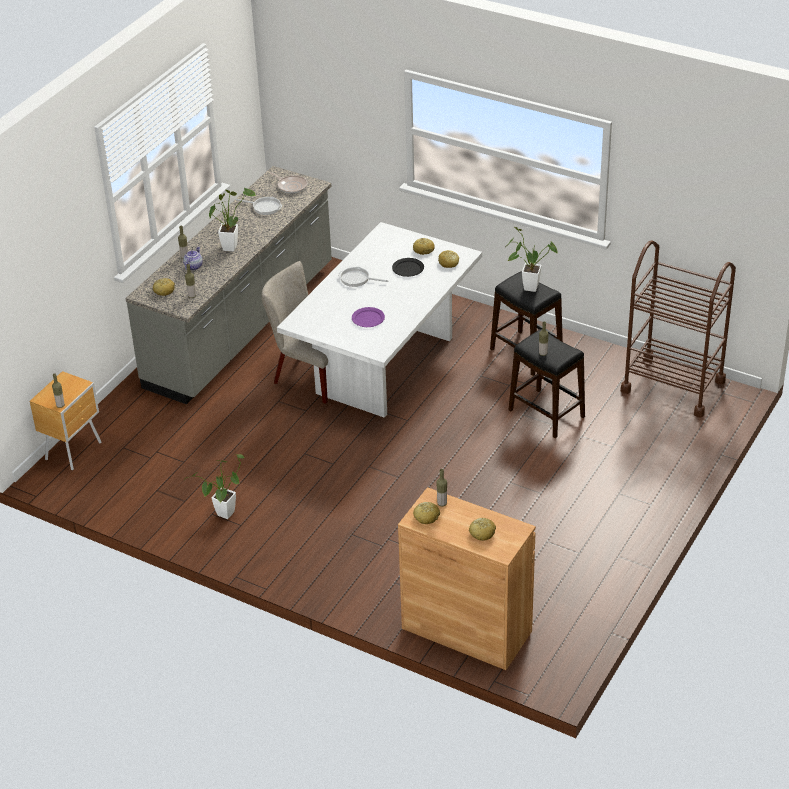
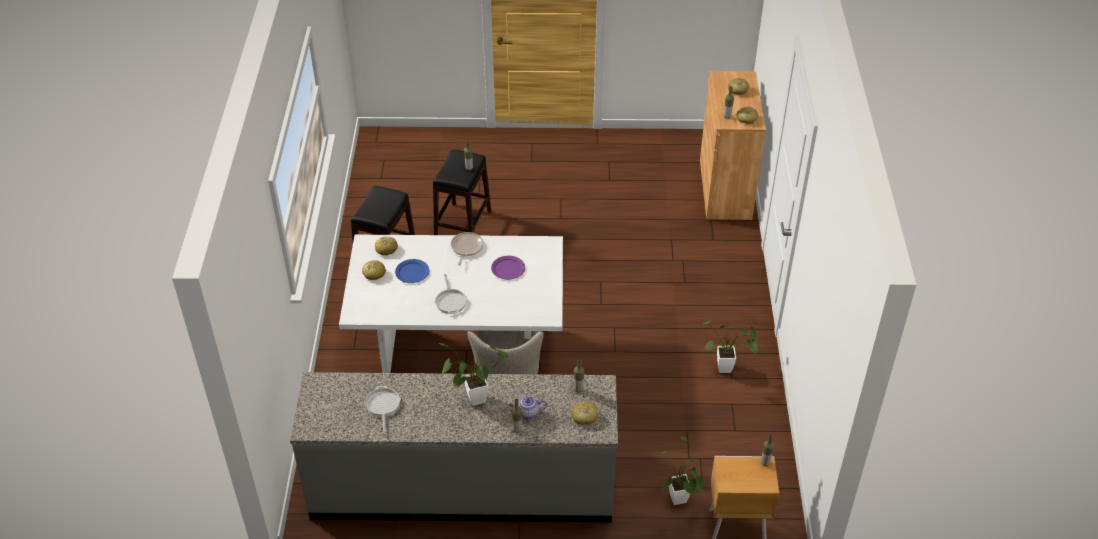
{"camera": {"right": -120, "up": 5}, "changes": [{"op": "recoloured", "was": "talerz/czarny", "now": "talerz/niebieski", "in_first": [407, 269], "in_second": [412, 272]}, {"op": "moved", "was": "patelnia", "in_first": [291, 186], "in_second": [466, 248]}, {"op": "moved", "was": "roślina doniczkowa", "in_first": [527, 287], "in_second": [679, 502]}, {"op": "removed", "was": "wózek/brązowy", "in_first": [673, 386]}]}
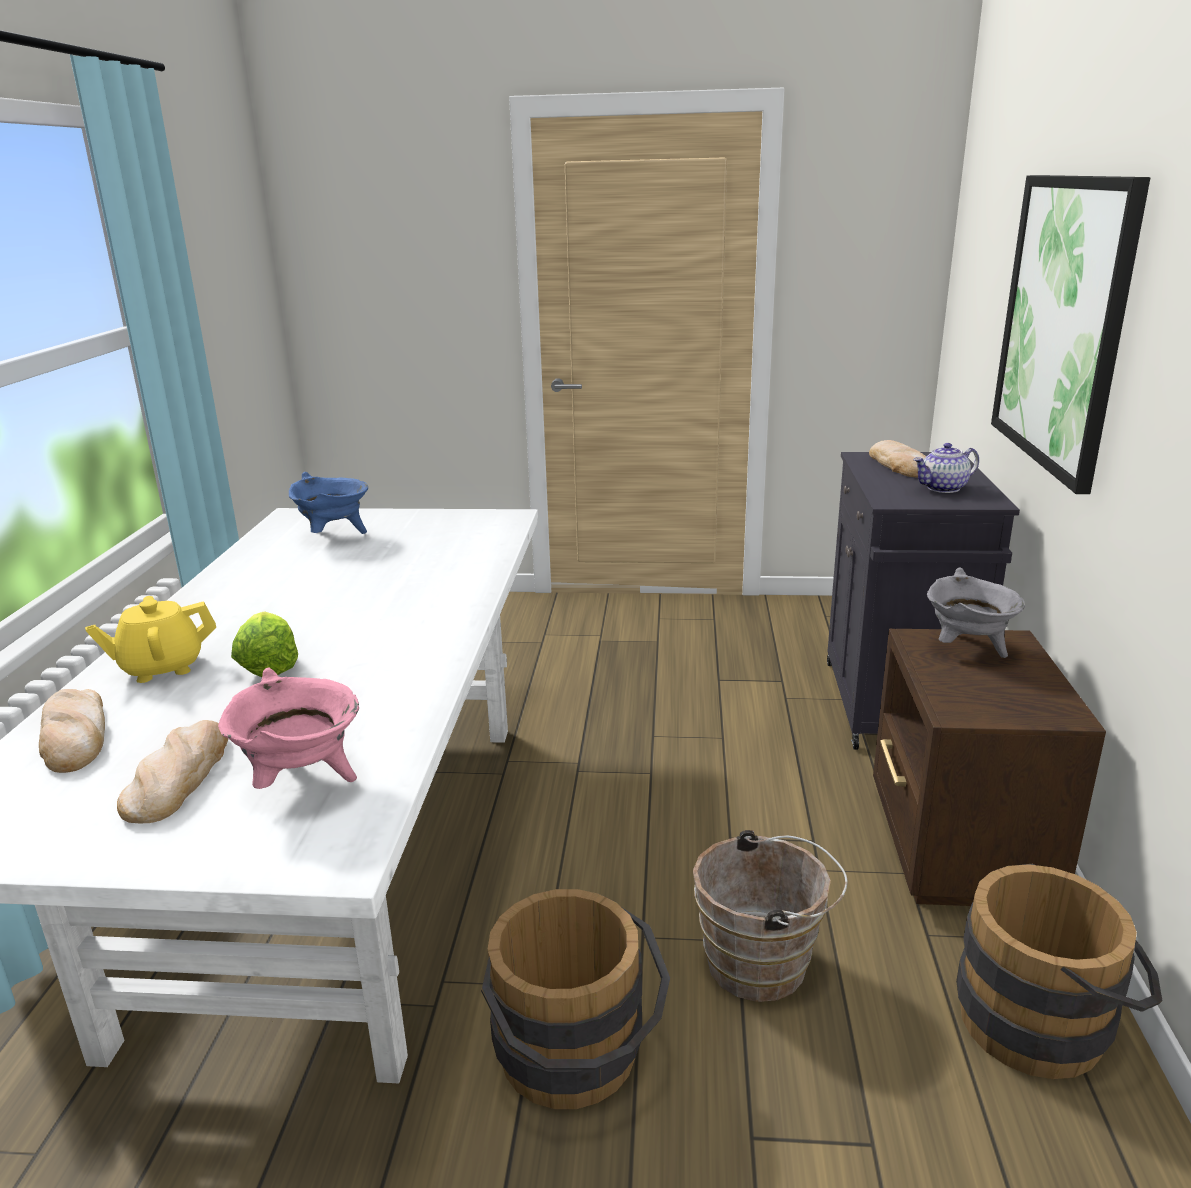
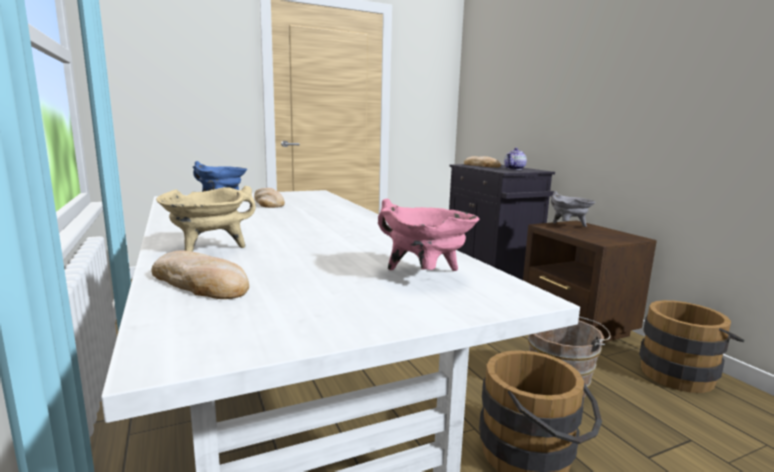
{"camera": {"right": -30, "up": -10}, "changes": [{"op": "replaced", "was": "imbryk/żółty", "now": "garnek/beżowy", "in_first": [161, 667], "in_second": [208, 250]}, {"op": "moved", "was": "chleb", "in_first": [178, 776], "in_second": [268, 202]}, {"op": "removed", "was": "sałata", "in_first": [268, 665]}, {"op": "removed", "was": "obraz", "in_first": [1063, 323]}]}
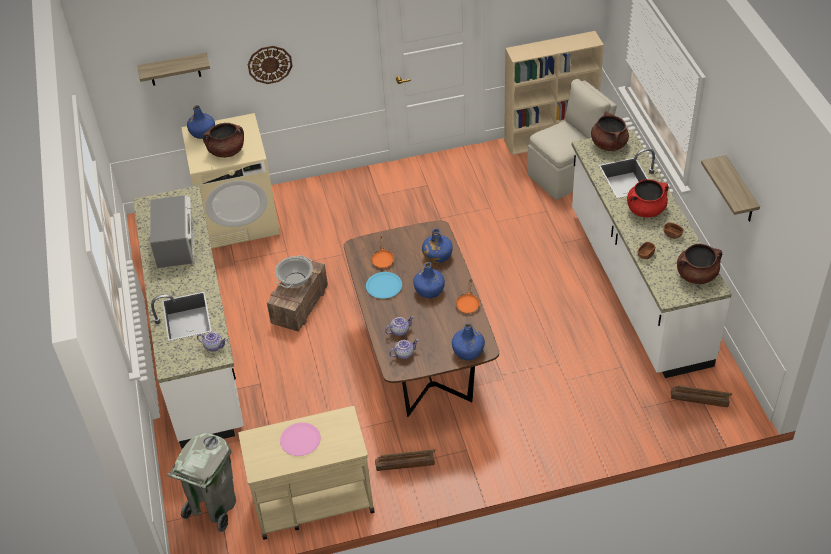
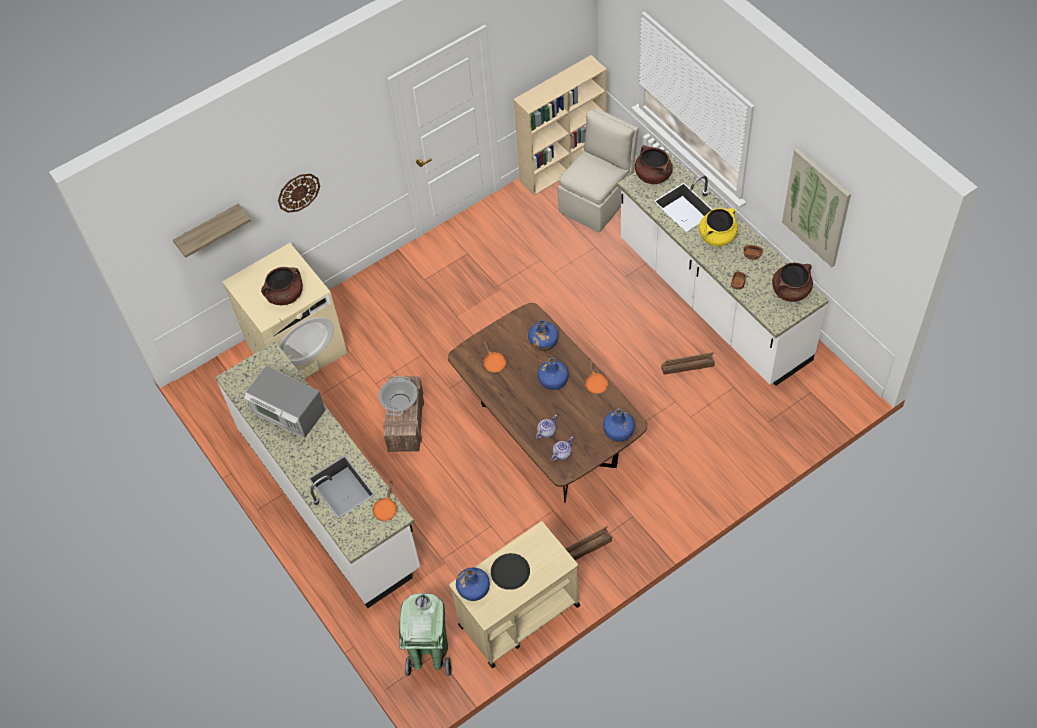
{"camera": {"right": -20, "up": 10}, "changes": [{"op": "turned", "was": "mikrofalówka", "in_first": [176, 243], "in_second": [288, 412], "clockwise": 150}, {"op": "replaced", "was": "imbryk", "now": "patelnia/pomarańczowy", "in_first": [214, 346], "in_second": [386, 508]}, {"op": "recoloured", "was": "kosz na śmieci/szary", "now": "kosz na śmieci/zielony", "in_first": [213, 508], "in_second": [429, 655]}, {"op": "moved", "was": "butelka/niebieski", "in_first": [203, 132], "in_second": [473, 588]}, {"op": "recoloured", "was": "talerz/różowy", "now": "talerz/czarny", "in_first": [300, 440], "in_second": [510, 572]}, {"op": "moved", "was": "skrzynka", "in_first": [699, 399], "in_second": [687, 366]}, {"op": "recoloured", "was": "garnek/czerwony", "now": "garnek/żółty", "in_first": [646, 209], "in_second": [717, 236]}, {"op": "replaced", "was": "półka", "now": "obraz", "in_first": [740, 191], "in_second": [816, 207]}, {"op": "removed", "was": "talerz/niebieski", "in_first": [384, 286]}]}
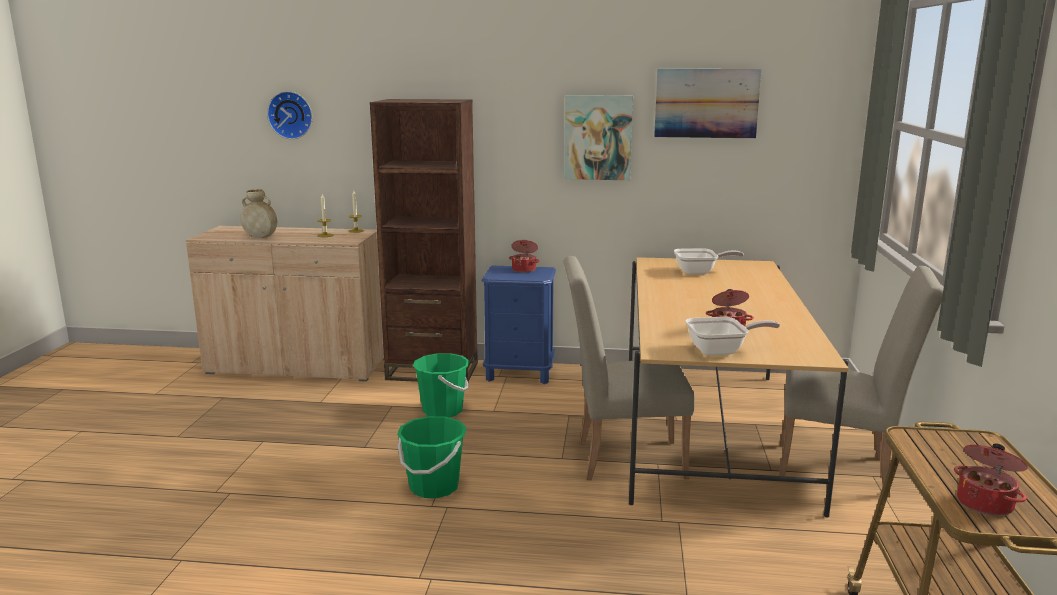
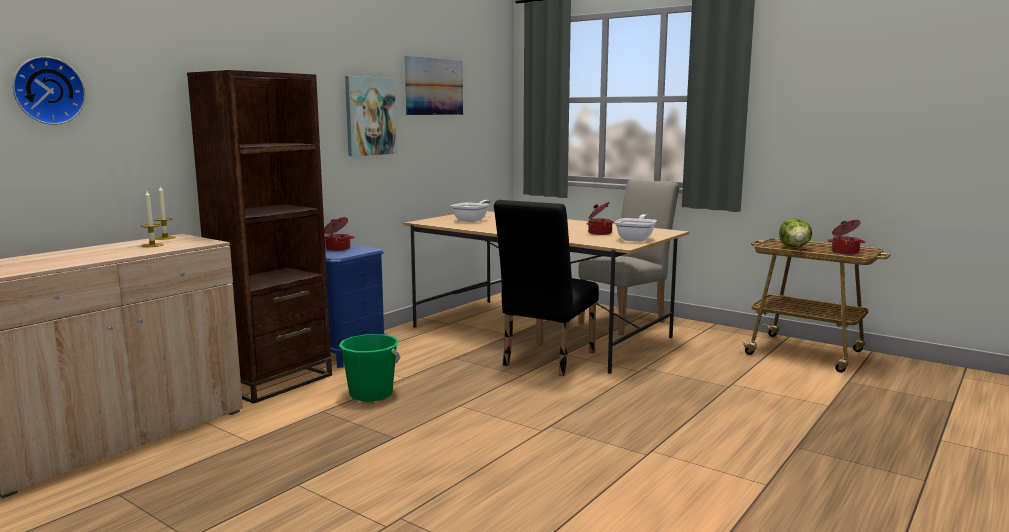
{"camera": {"right": -60, "up": -5}, "changes": [{"op": "recoloured", "was": "krzesło/beżowy", "now": "krzesło/czarny", "in_first": [621, 459], "in_second": [545, 360]}, {"op": "added", "now": "sałata", "in_second": [794, 247]}, {"op": "removed", "was": "wazon/beżowy", "in_first": [261, 238]}, {"op": "removed", "was": "wiadro/zielony", "in_first": [434, 487]}]}
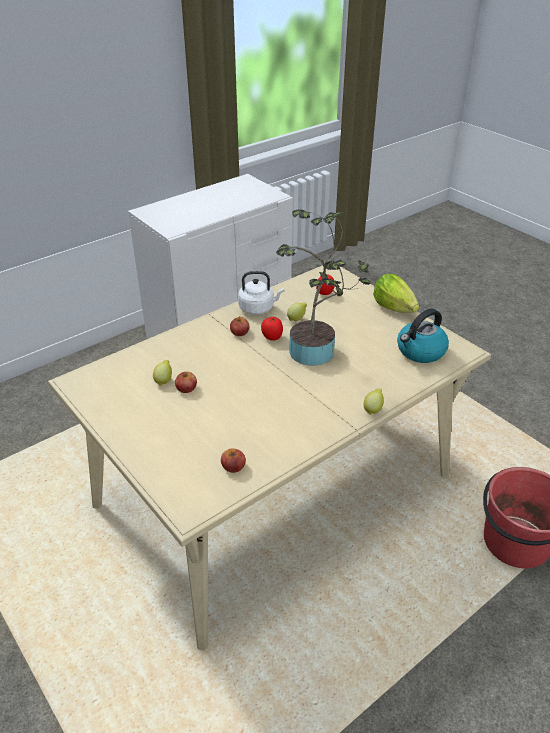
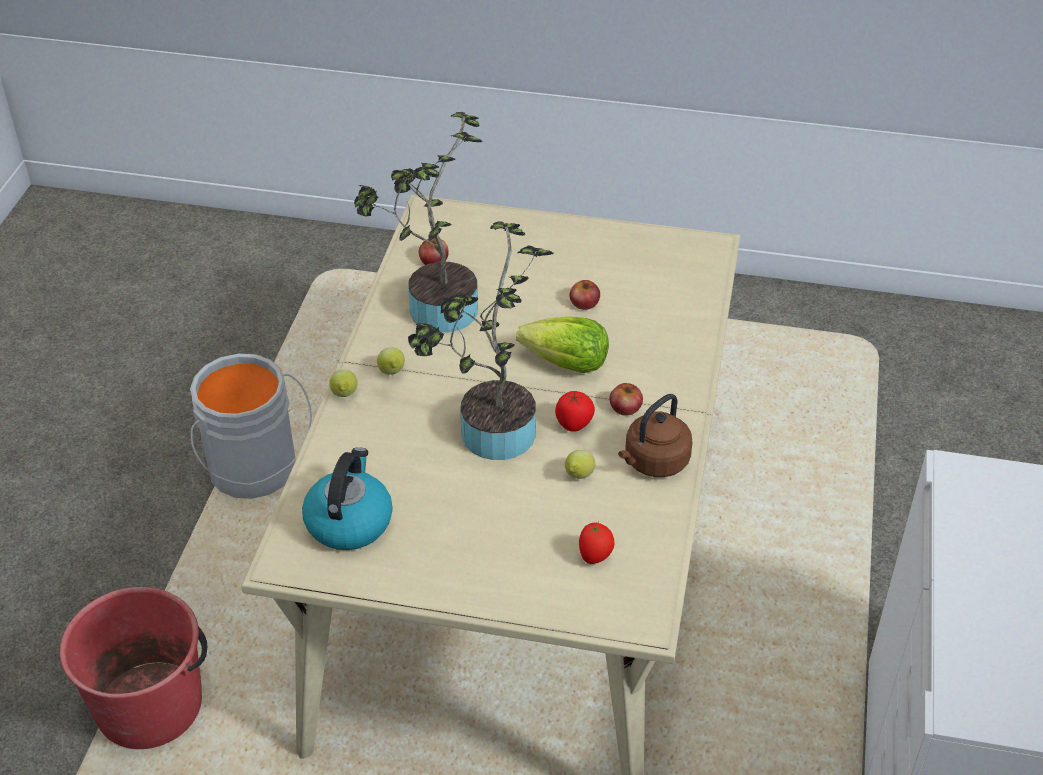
{"camera": {"right": 140, "up": 5}, "changes": [{"op": "added", "now": "wiadro/szary", "in_second": [255, 471]}, {"op": "added", "now": "roślina doniczkowa", "in_second": [435, 311]}, {"op": "moved", "was": "cytryna", "in_first": [164, 380], "in_second": [392, 373]}, {"op": "moved", "was": "sałata", "in_first": [394, 307], "in_second": [567, 364]}, {"op": "recoloured", "was": "czajnik/biały", "now": "czajnik/brązowy", "in_first": [258, 308], "in_second": [654, 462]}]}
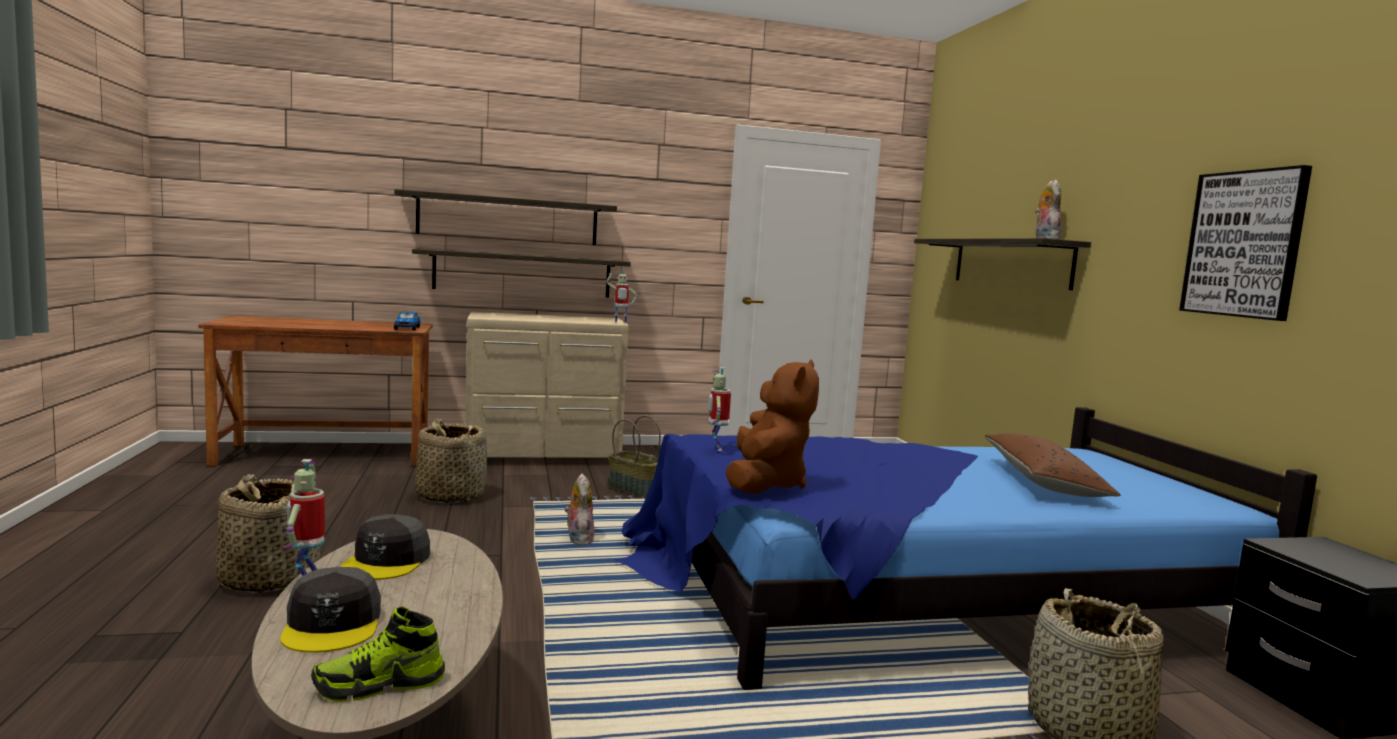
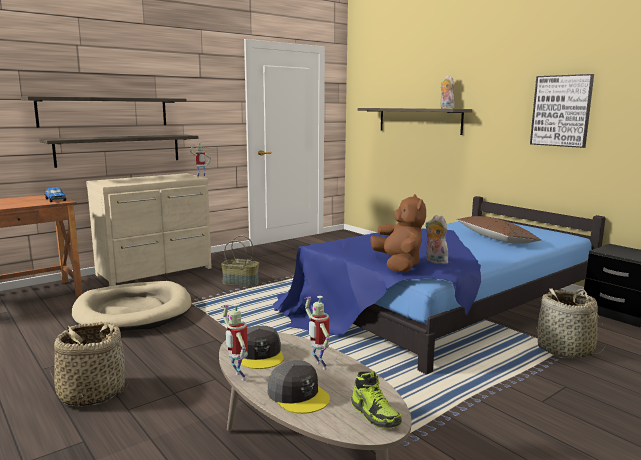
{"camera": {"right": -25, "up": 5}, "changes": [{"op": "replaced", "was": "koszyk", "now": "legowisko/beżowy", "in_first": [450, 496], "in_second": [133, 311]}, {"op": "moved", "was": "robot zabawkowy", "in_first": [716, 448], "in_second": [318, 366]}, {"op": "turned", "was": "but", "in_first": [380, 685], "in_second": [375, 415], "clockwise": -75}, {"op": "moved", "was": "pluszak", "in_first": [578, 539], "in_second": [434, 261]}]}
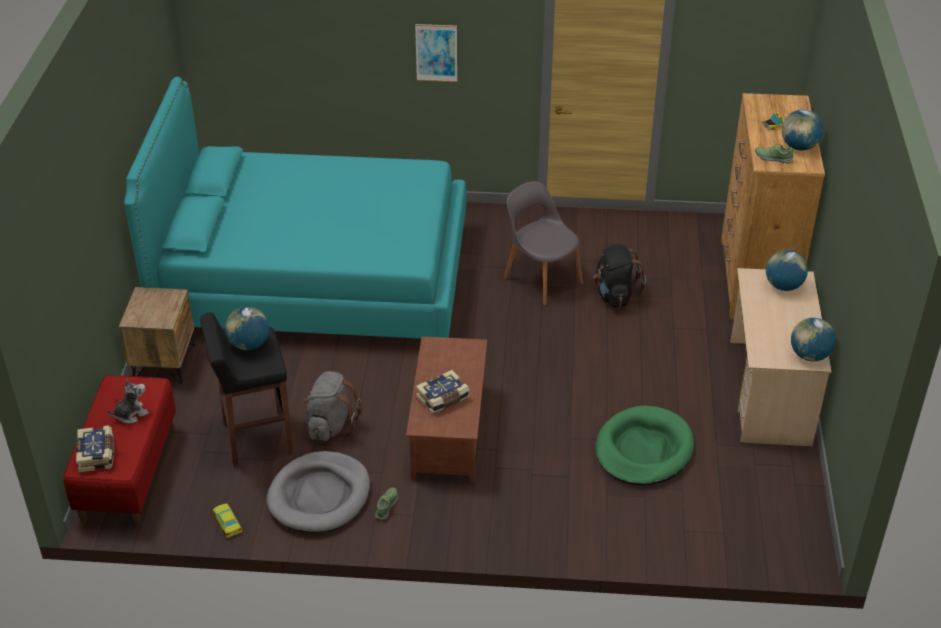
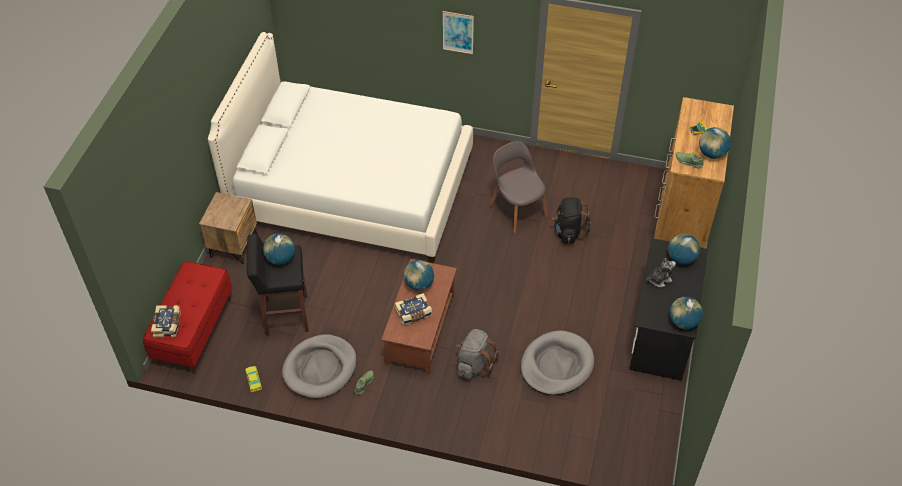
{"camera": {"right": 10, "up": 10}, "changes": [{"op": "recoloured", "was": "łóżko/turkusowy", "now": "łóżko/biały", "in_first": [314, 278], "in_second": [352, 188]}, {"op": "added", "now": "globus", "in_second": [419, 284]}, {"op": "moved", "was": "plecak/szary", "in_first": [331, 426], "in_second": [474, 365]}, {"op": "recoloured", "was": "legowisko/zielony", "now": "legowisko/szary", "in_first": [643, 450], "in_second": [556, 365]}, {"op": "recoloured", "was": "biurko/beżowy", "now": "biurko/czarny", "in_first": [769, 392], "in_second": [662, 330]}, {"op": "moved", "was": "pluszak", "in_first": [131, 414], "in_second": [659, 279]}]}
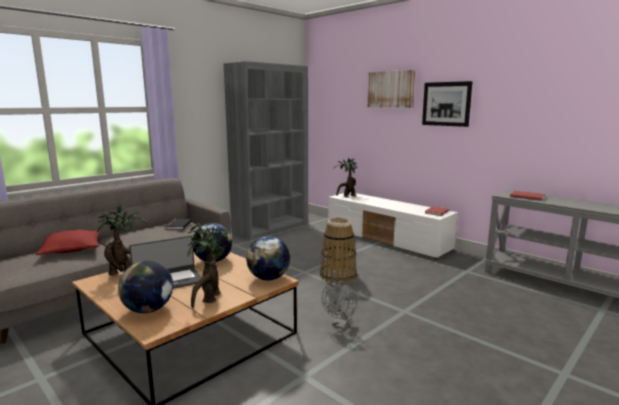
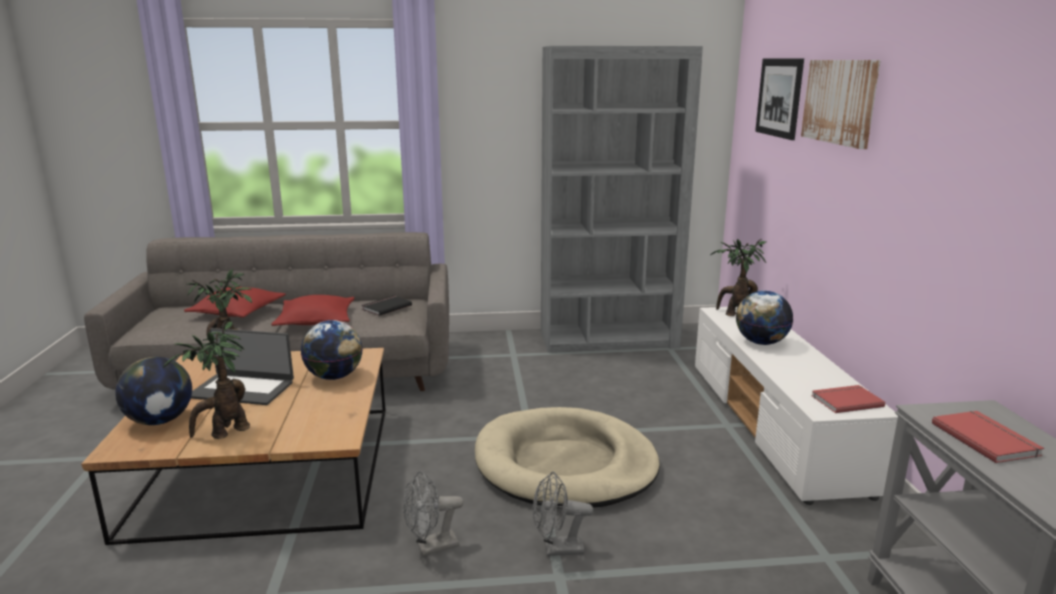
{"camera": {"right": 40, "up": 5}, "changes": [{"op": "added", "now": "poduszka/czerwony", "in_second": [316, 321]}, {"op": "replaced", "was": "koszyk", "now": "legowisko/beżowy", "in_first": [338, 276], "in_second": [565, 464]}, {"op": "added", "now": "wentylator/szary", "in_second": [557, 549]}, {"op": "moved", "was": "globus", "in_first": [268, 278], "in_second": [761, 342]}, {"op": "moved", "was": "obraz", "in_first": [446, 104], "in_second": [779, 97]}]}
